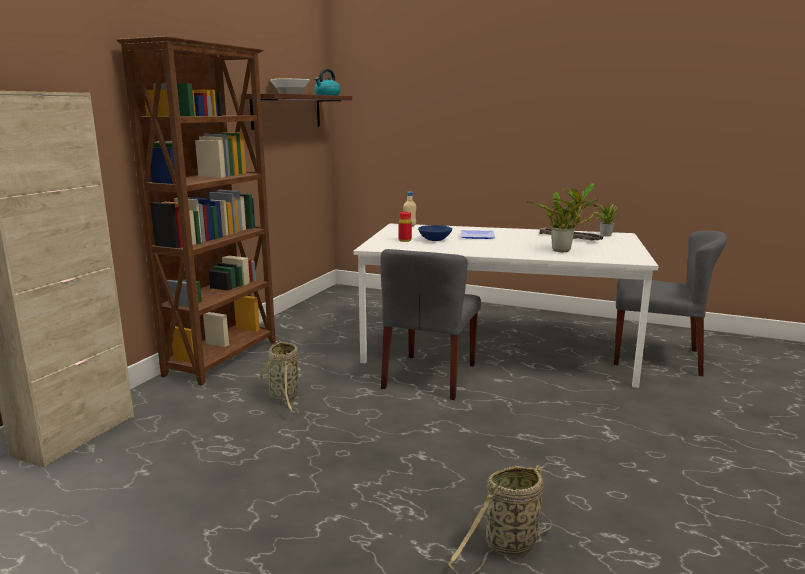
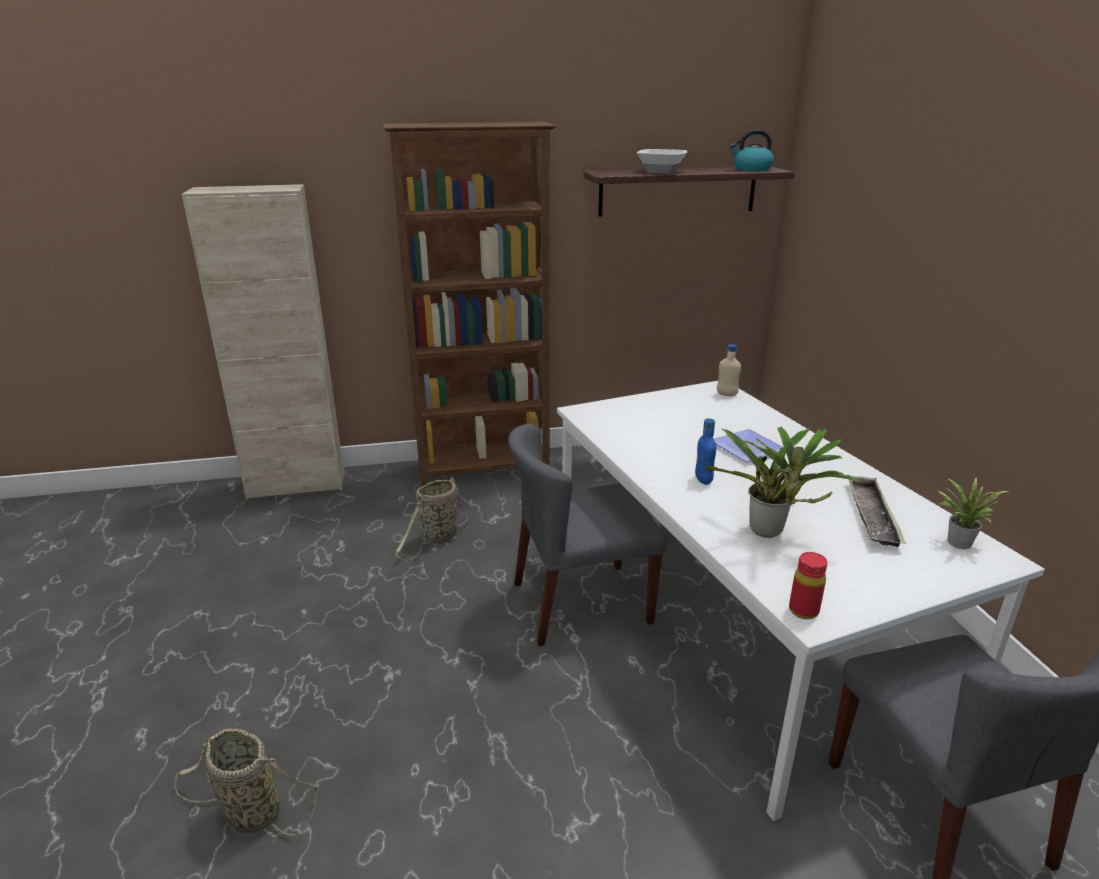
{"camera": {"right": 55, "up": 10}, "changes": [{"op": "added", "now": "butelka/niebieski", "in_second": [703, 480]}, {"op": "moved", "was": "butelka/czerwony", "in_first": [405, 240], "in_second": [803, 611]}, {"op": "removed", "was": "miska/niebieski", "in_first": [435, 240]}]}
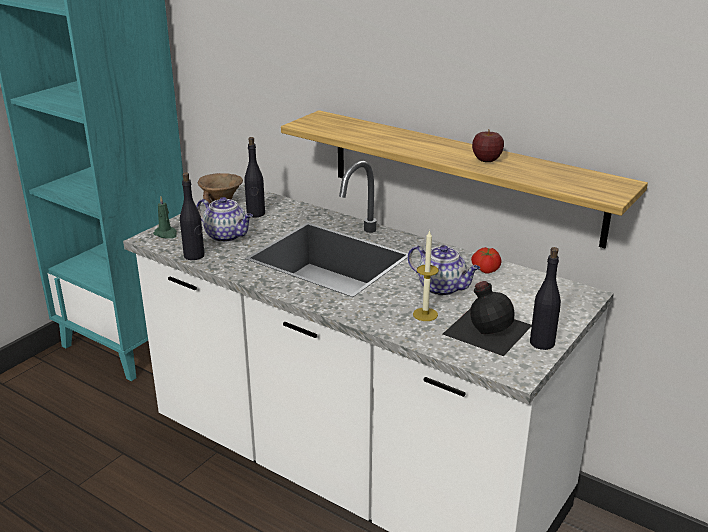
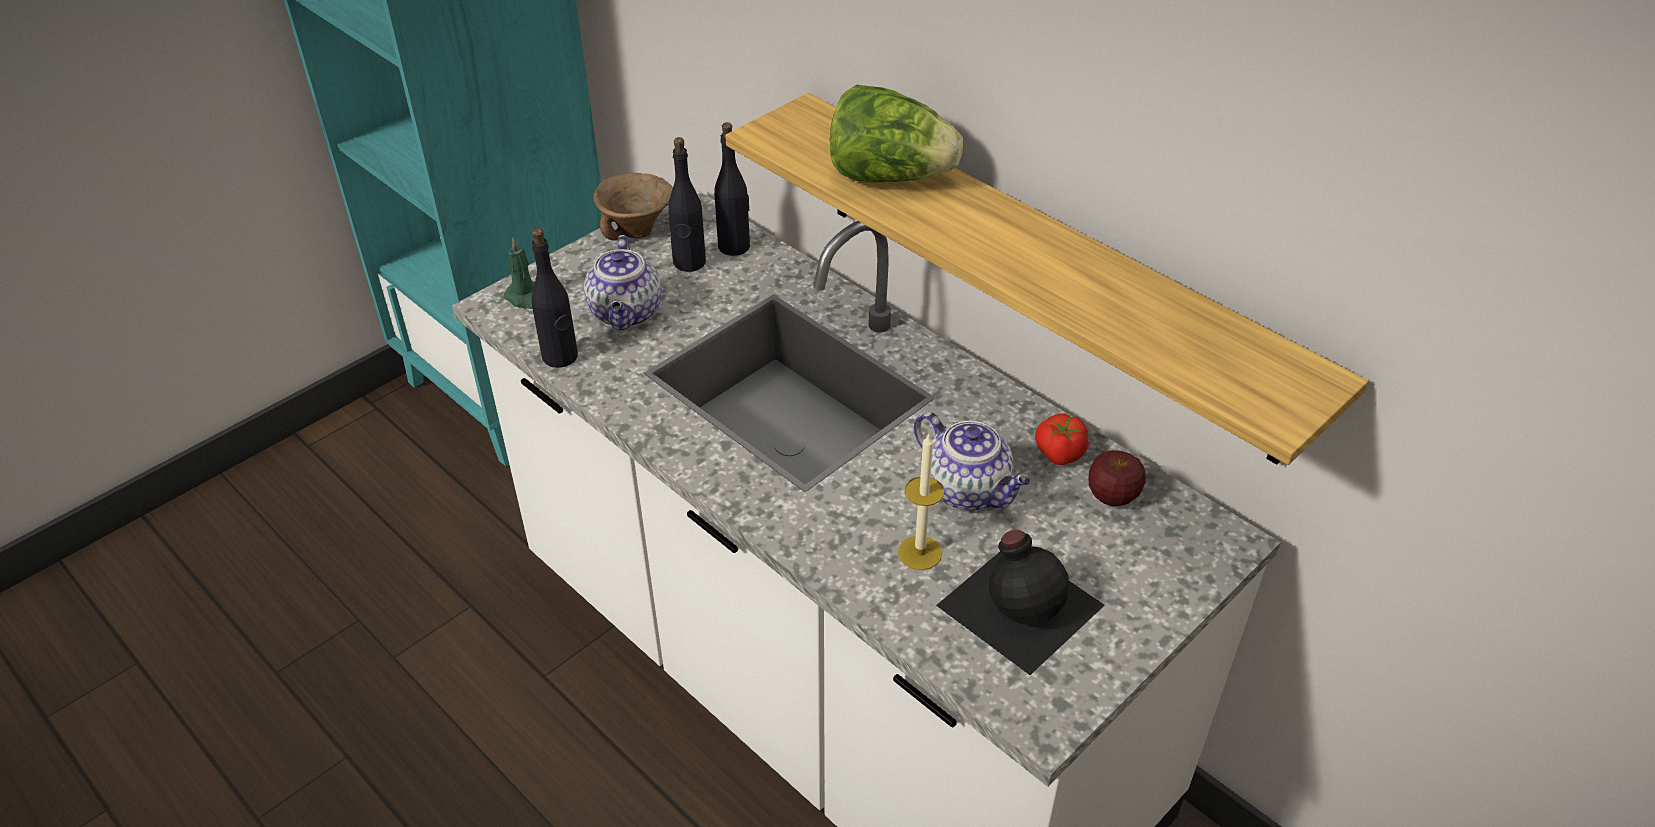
{"camera": {"right": 10, "up": 15}, "changes": [{"op": "turned", "was": "imbryk", "in_first": [227, 236], "in_second": [627, 314], "clockwise": 45}, {"op": "moved", "was": "butelka/czarny", "in_first": [542, 343], "in_second": [734, 246]}, {"op": "added", "now": "sałata", "in_second": [889, 176]}, {"op": "moved", "was": "jabłko", "in_first": [486, 160], "in_second": [1112, 497]}]}
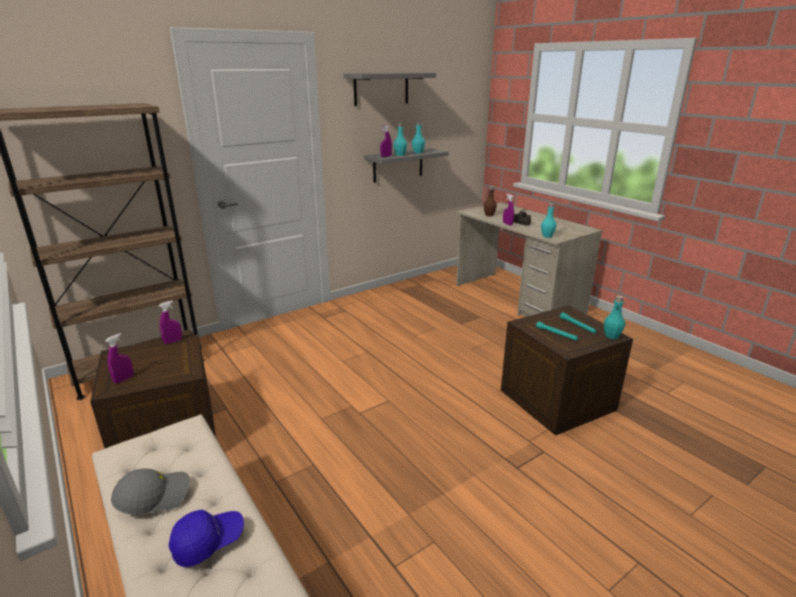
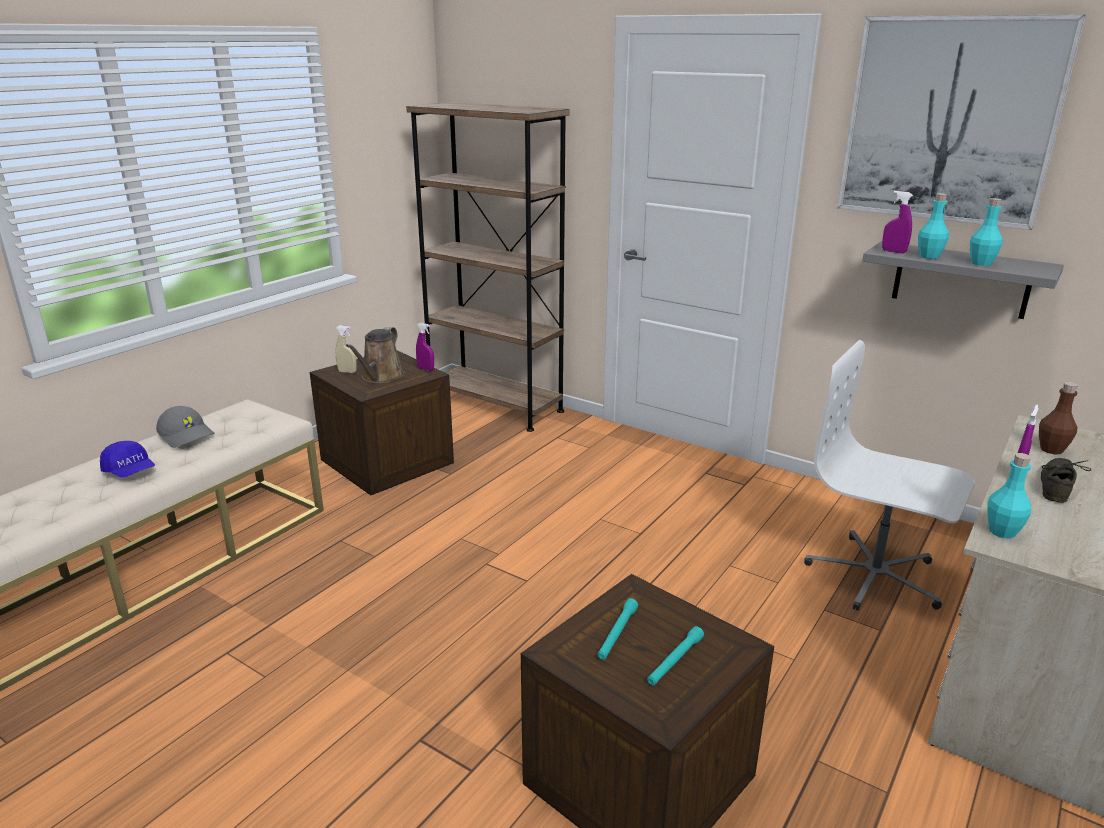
{"camera": {"right": 70, "up": 0}, "changes": [{"op": "recoloured", "was": "spryskiwacz/fioletowy", "now": "spryskiwacz/beżowy", "in_first": [124, 379], "in_second": [347, 372]}, {"op": "added", "now": "konewka/brązowy", "in_second": [380, 377]}, {"op": "added", "now": "krzesło biurowe/biały", "in_second": [875, 576]}, {"op": "replaced", "was": "półka/szary", "now": "obraz", "in_first": [381, 88], "in_second": [949, 121]}, {"op": "removed", "was": "butelka/turkusowy", "in_first": [611, 336]}]}
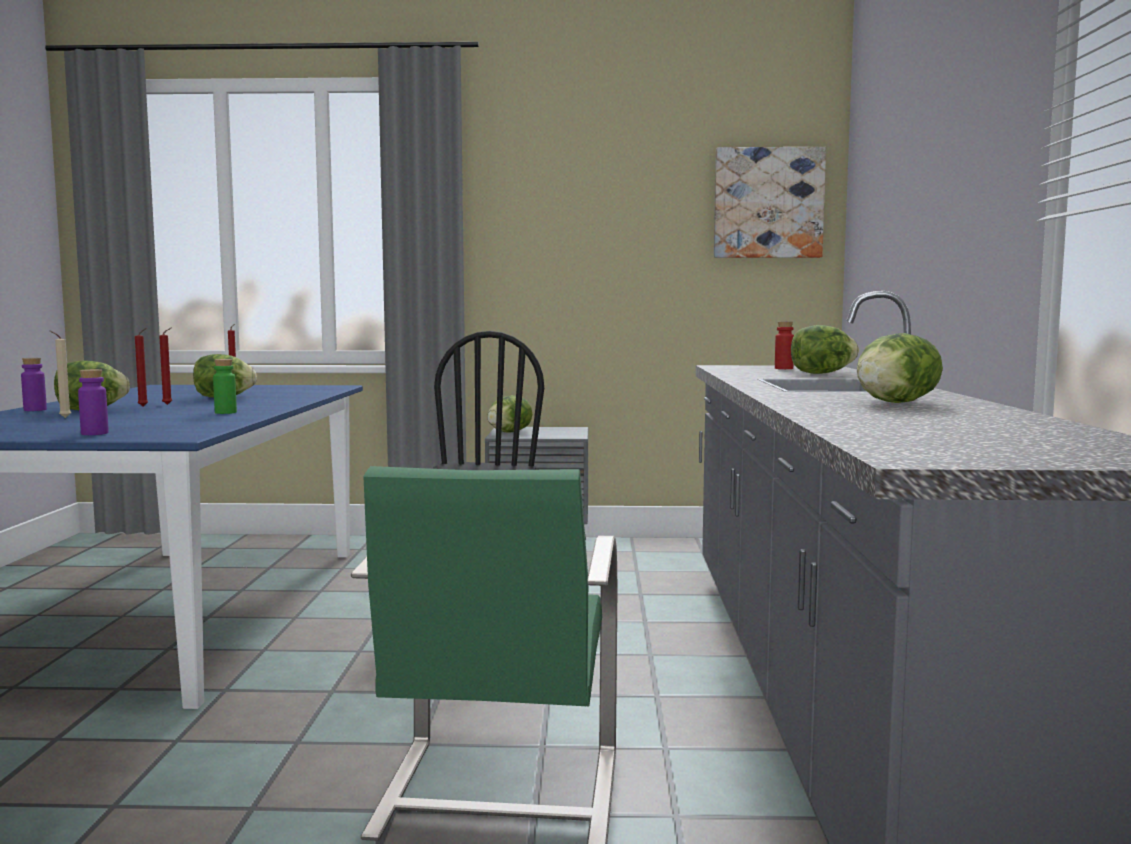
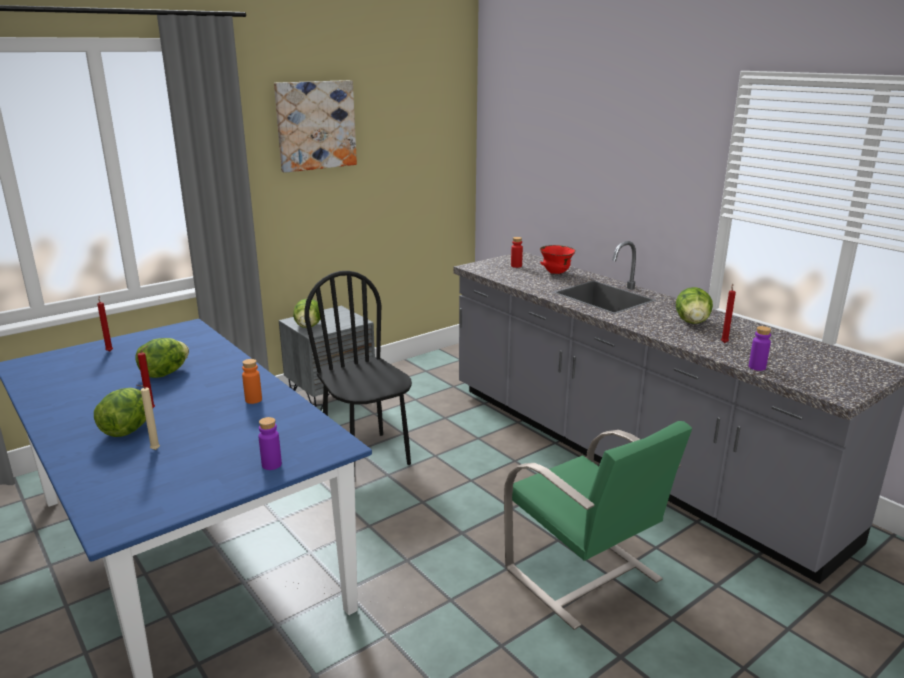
{"camera": {"right": -40, "up": 15}, "changes": [{"op": "recoloured", "was": "butelka/zielony", "now": "butelka/pomarańczowy", "in_first": [225, 412], "in_second": [253, 400]}, {"op": "moved", "was": "obraz", "in_first": [768, 203], "in_second": [315, 125]}, {"op": "replaced", "was": "sałata", "now": "miska/czerwony", "in_first": [821, 373], "in_second": [556, 273]}, {"op": "moved", "was": "świeca/czerwony", "in_first": [169, 404], "in_second": [724, 342]}, {"op": "moved", "was": "butelka/fioletowy", "in_first": [35, 410], "in_second": [757, 367]}]}
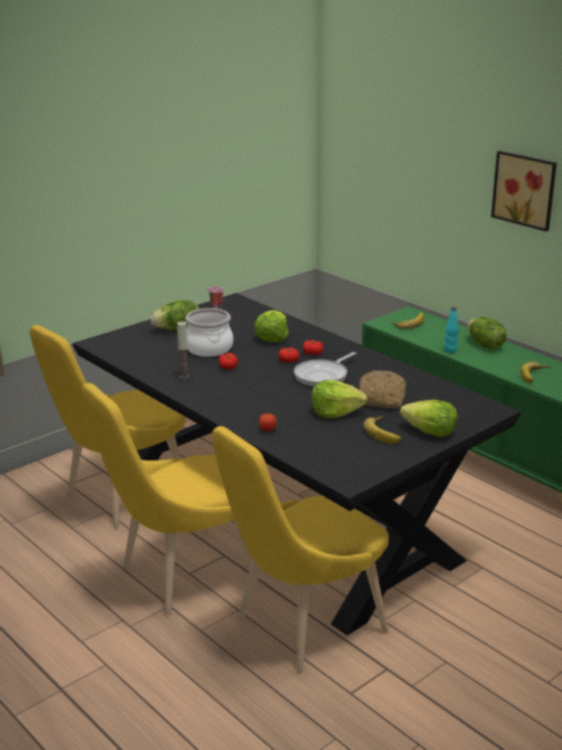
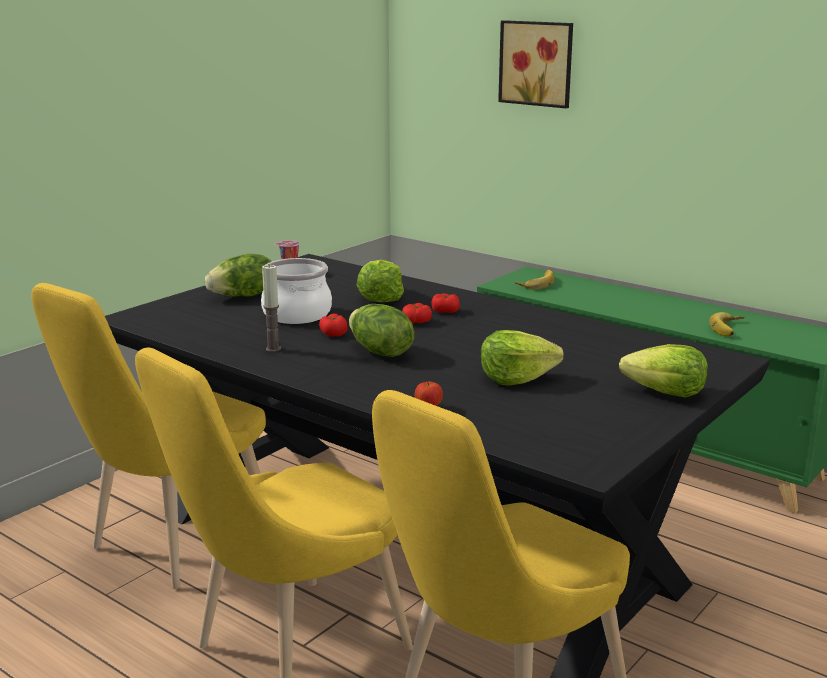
{"camera": {"right": -10, "up": -5}, "changes": [{"op": "moved", "was": "sałata", "in_first": [484, 345], "in_second": [379, 352]}, {"op": "moved", "was": "obraz", "in_first": [525, 189], "in_second": [537, 63]}, {"op": "removed", "was": "patelnia", "in_first": [323, 376]}, {"op": "removed", "was": "chleb", "in_first": [382, 398]}, {"op": "removed", "was": "banan", "in_first": [385, 433]}, {"op": "removed", "was": "butelka/turkusowy", "in_first": [450, 350]}]}
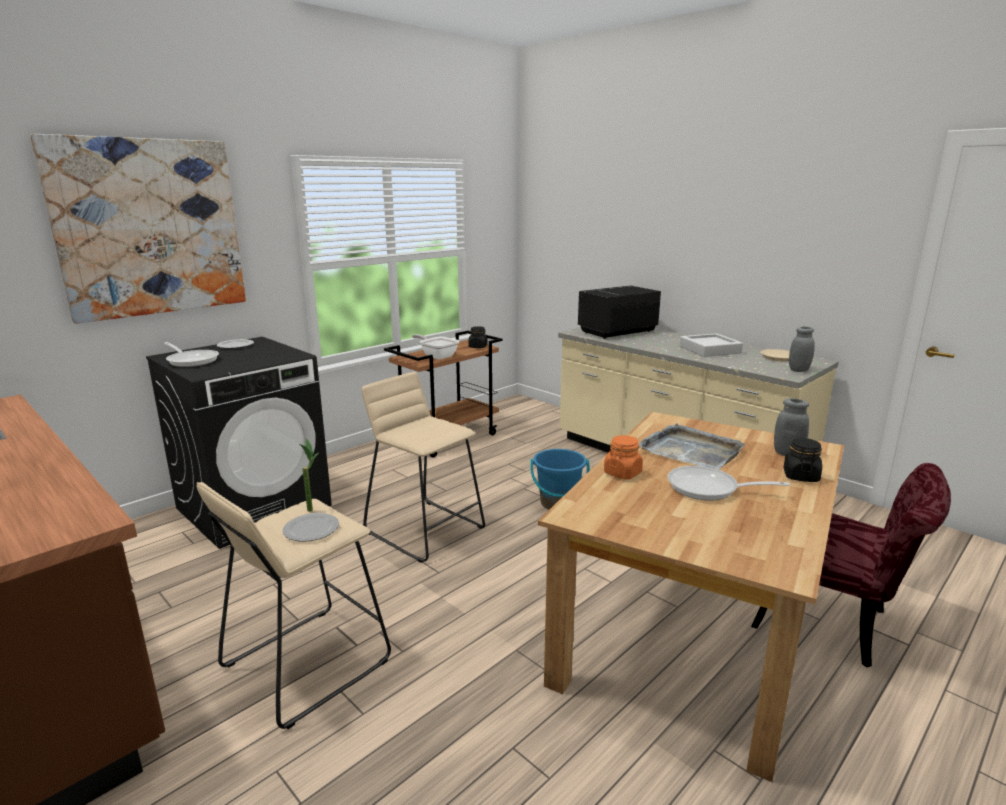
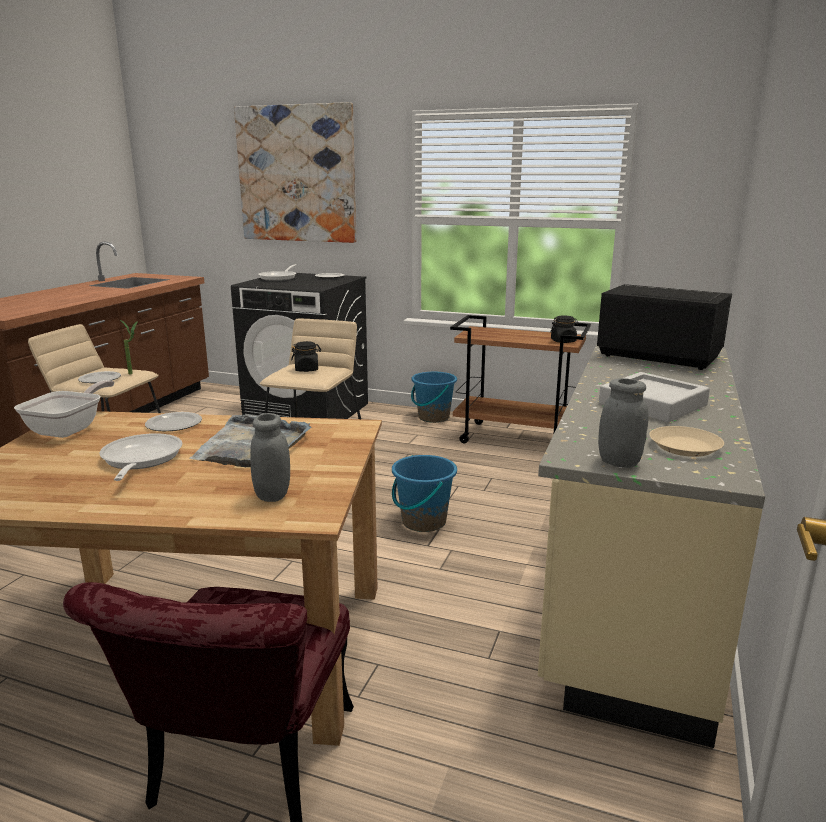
{"camera": {"right": 65, "up": 0}, "changes": [{"op": "moved", "was": "patelnia", "in_first": [437, 356], "in_second": [70, 429]}, {"op": "replaced", "was": "słoik/pomarańczowy", "now": "talerz", "in_first": [622, 473], "in_second": [173, 424]}, {"op": "moved", "was": "słoik/czarny", "in_first": [800, 476], "in_second": [307, 369]}, {"op": "added", "now": "wiadro/niebieski", "in_second": [433, 417]}]}
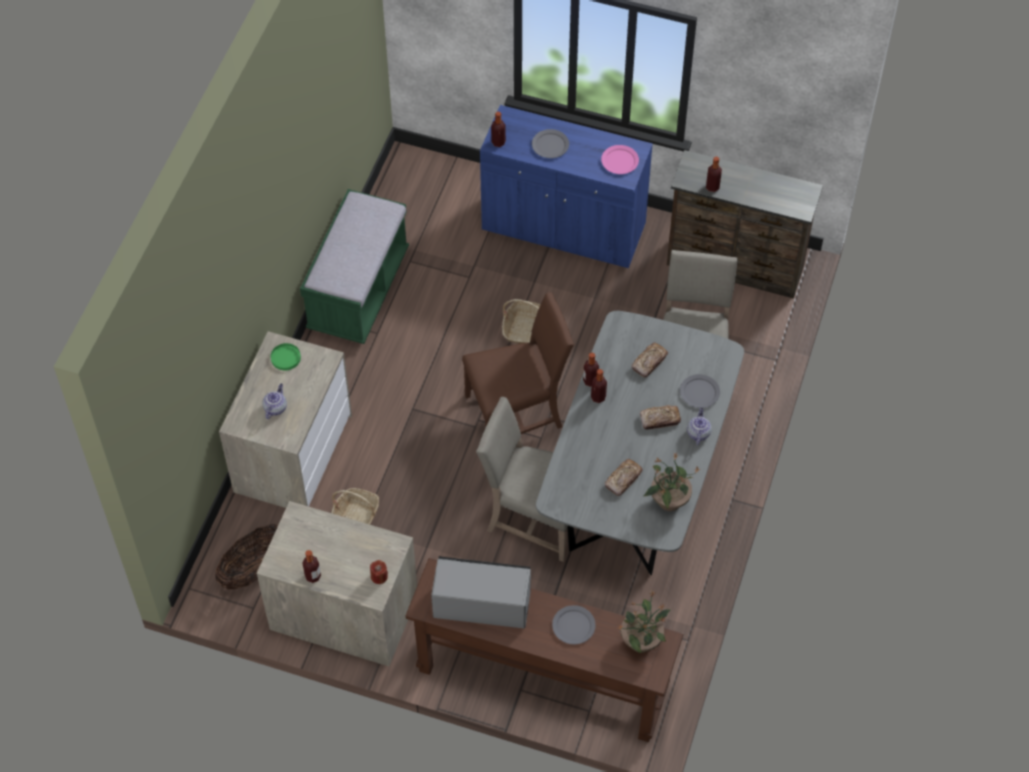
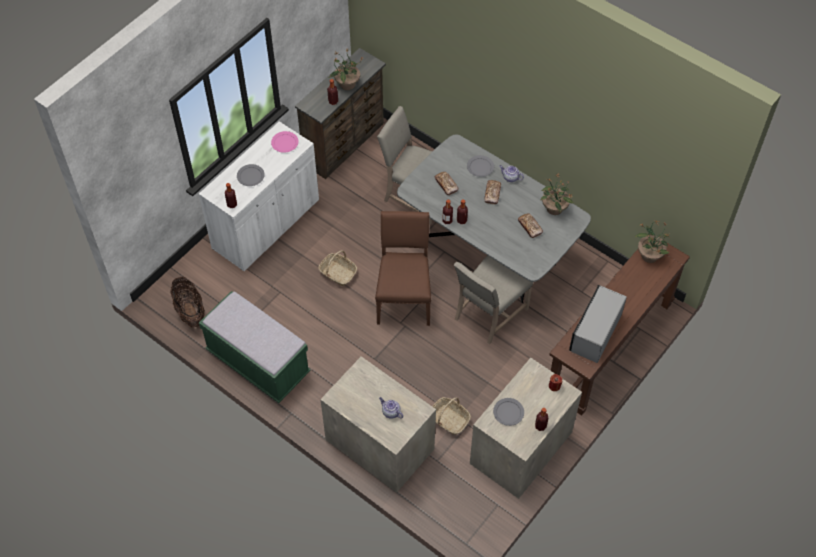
{"camera": {"right": -70, "up": 0}, "changes": [{"op": "moved", "was": "koszyk", "in_first": [255, 569], "in_second": [190, 311]}, {"op": "recoloured", "was": "szafka/niebieski", "now": "szafka/biały", "in_first": [563, 228], "in_second": [266, 225]}, {"op": "added", "now": "roślina doniczkowa", "in_second": [347, 84]}, {"op": "moved", "was": "talerz/szary", "in_first": [574, 626], "in_second": [508, 412]}, {"op": "removed", "was": "talerz/zielony", "in_first": [285, 358]}]}
